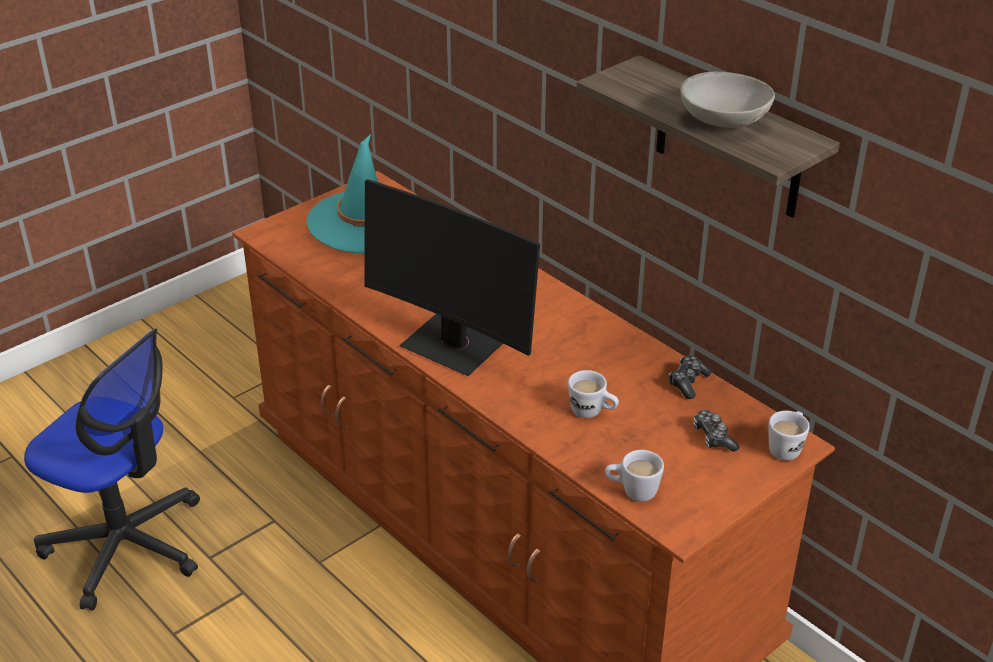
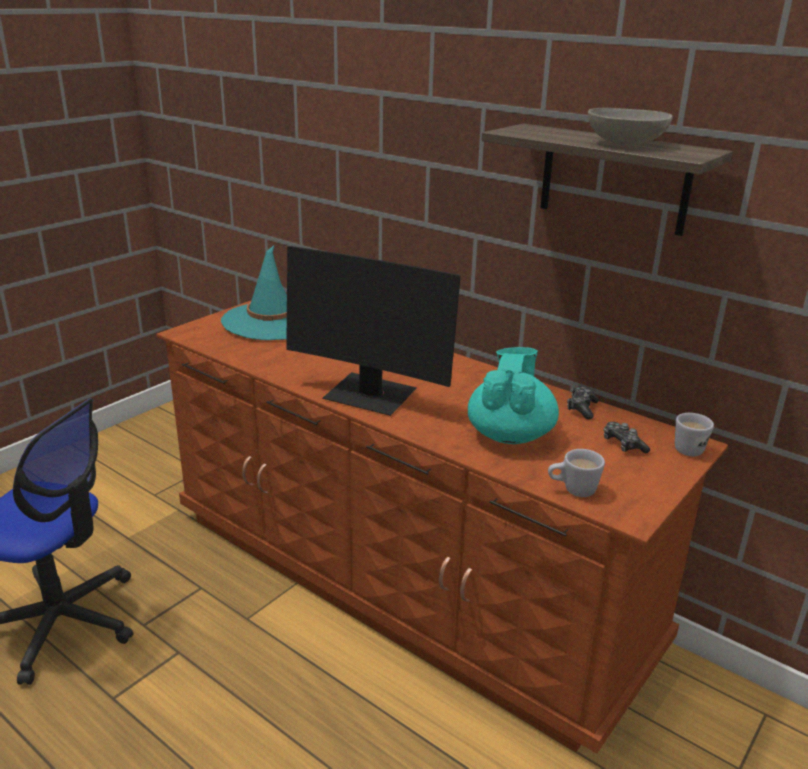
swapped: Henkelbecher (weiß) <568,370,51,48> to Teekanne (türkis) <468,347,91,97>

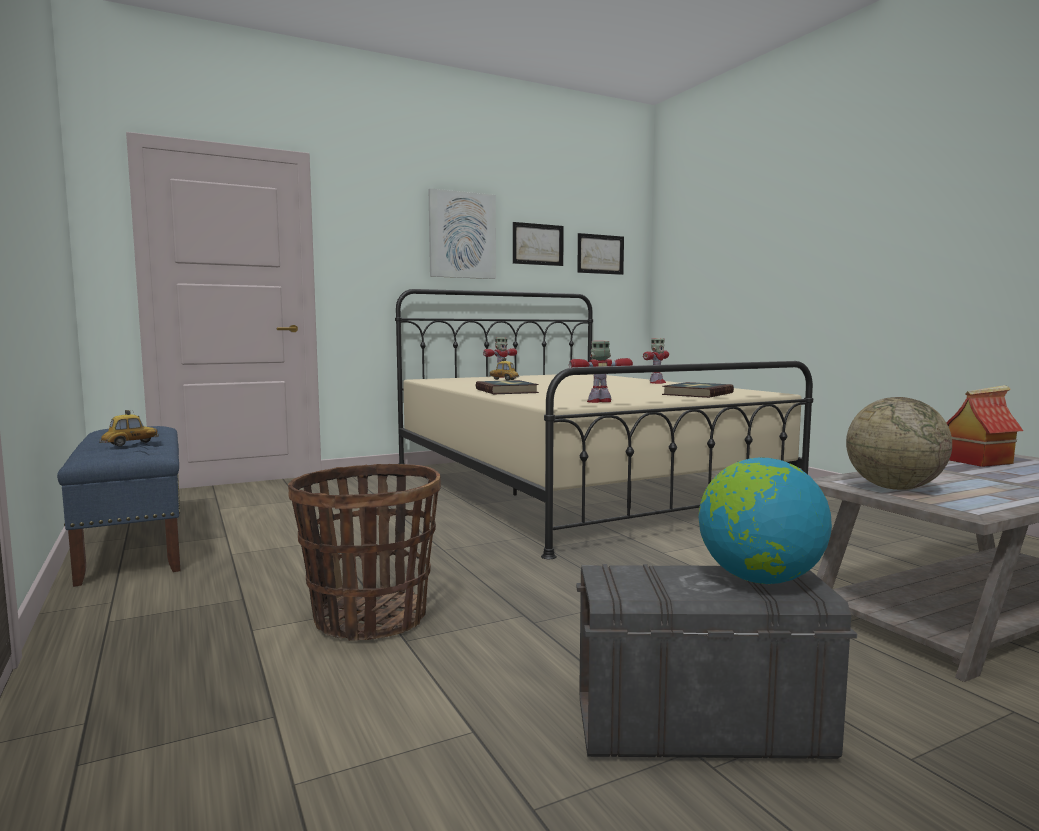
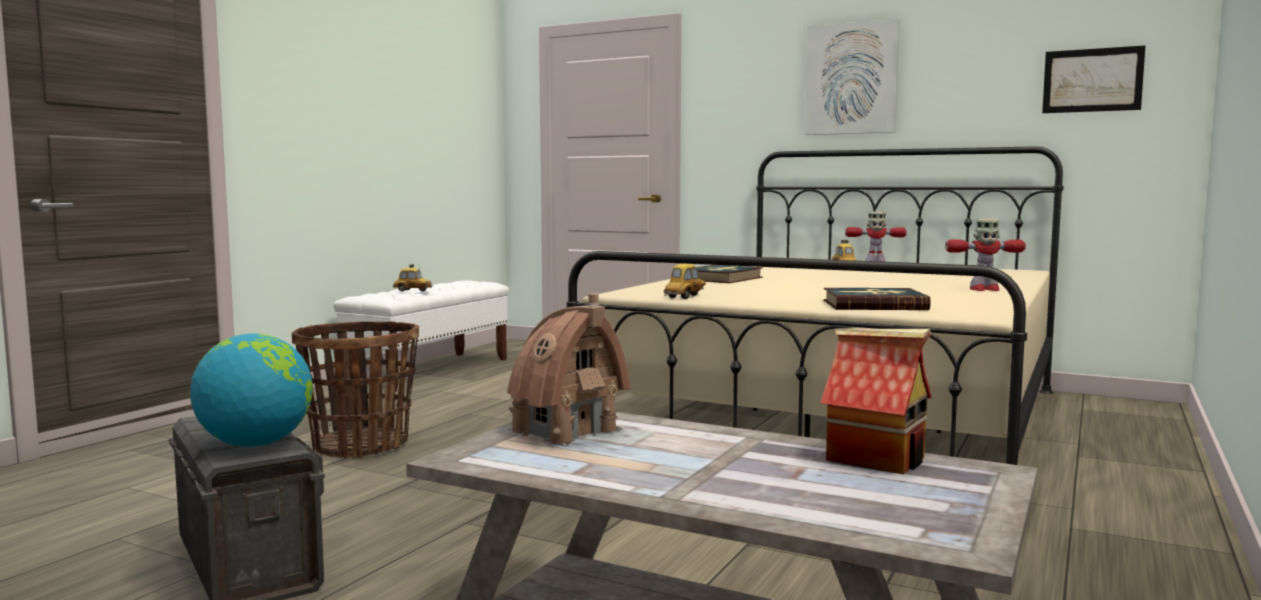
gone: Bild <513,222,51,44>
swapped: Globus <846,397,106,93> to Spielzeughaus <507,293,124,153>; Spielzeugroboter <569,341,64,62> to Spielzeugauto <664,263,42,36>
repainted: Bank (blau) <57,426,124,161> to Bank (weiß) <334,281,175,111>

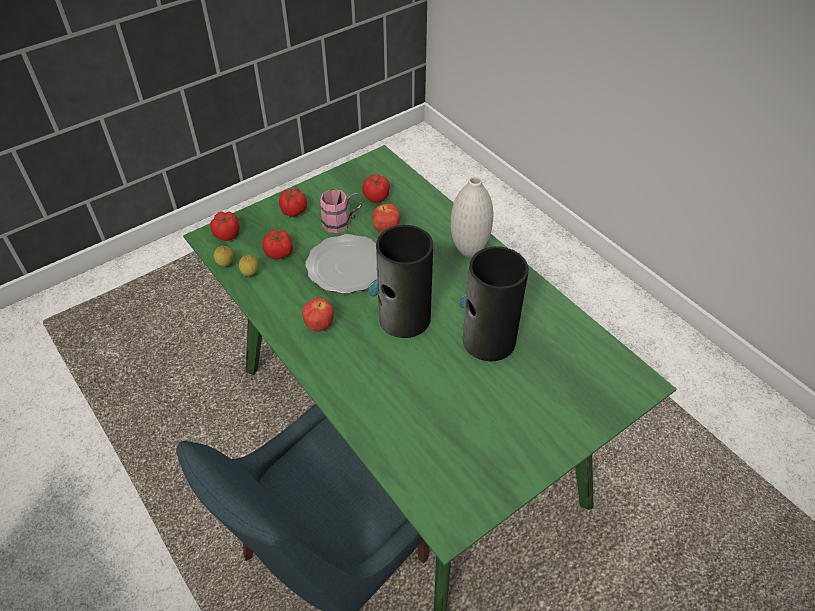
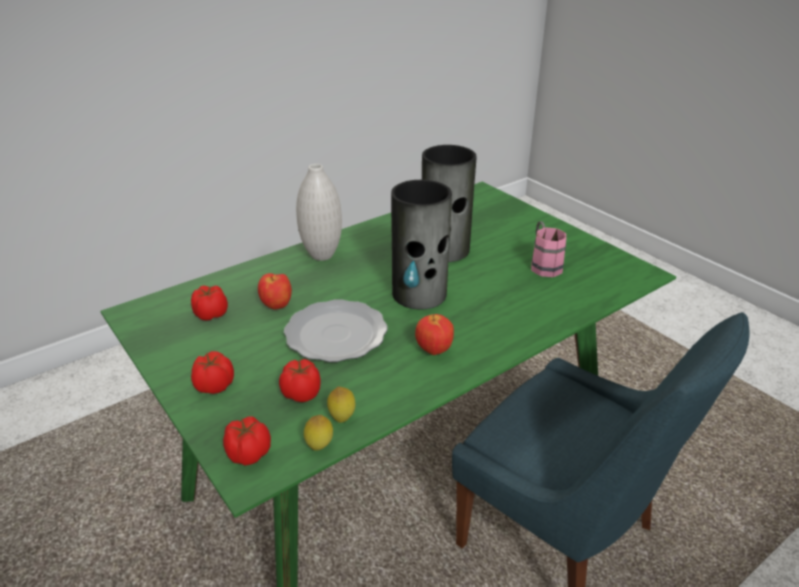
shifted: Henkelbecher (rosa) <320,189,43,44> to <531,221,35,56>

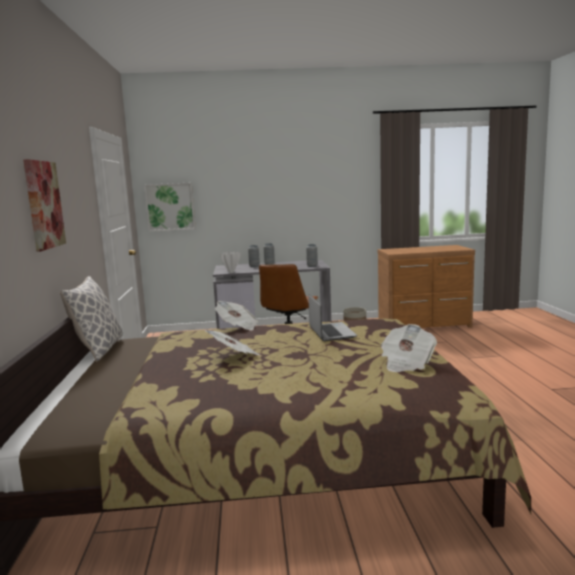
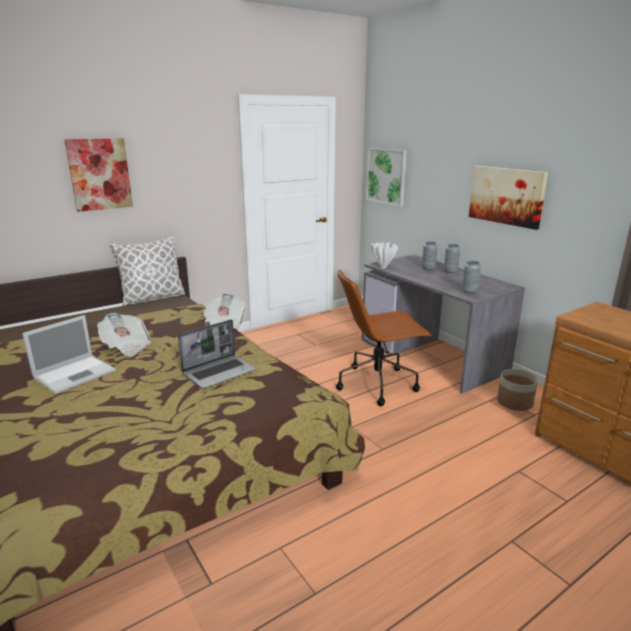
gone: Zeitung <381,324,56,48>
new: Laptop <22,315,94,79>; Bild <469,166,79,64>

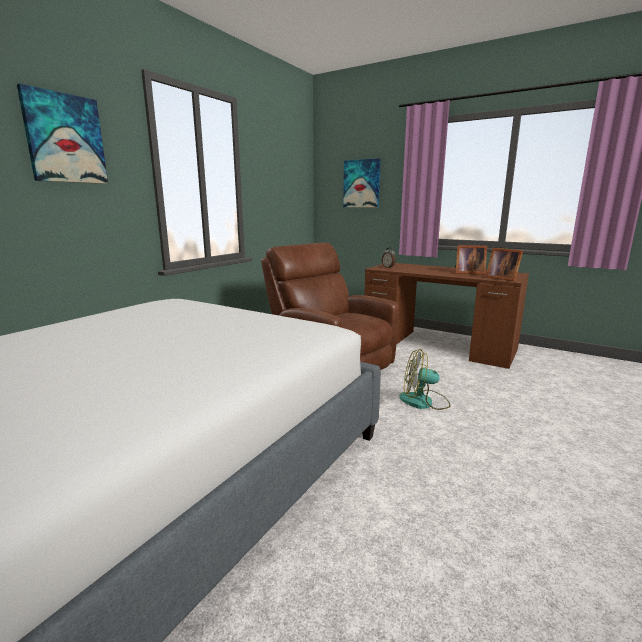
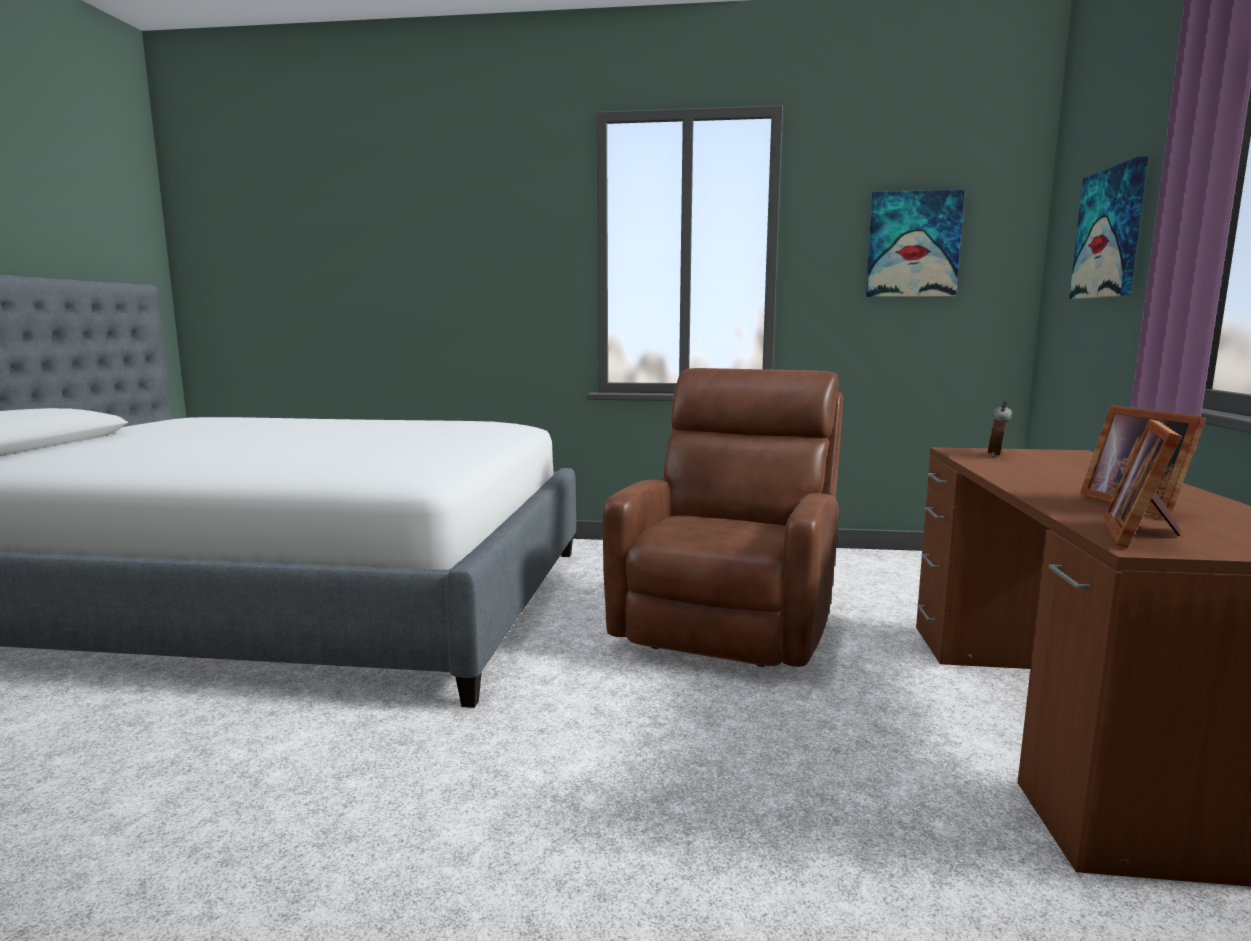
gone: Ventilator <399,349,52,61>
shifted: Bild <17,84,91,100> to <866,190,99,107>

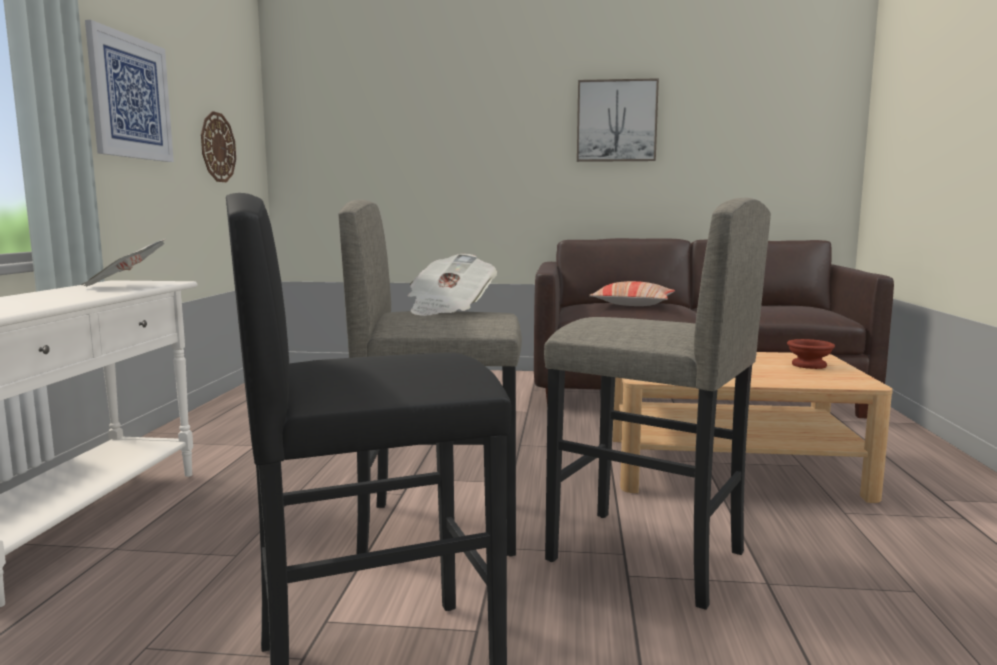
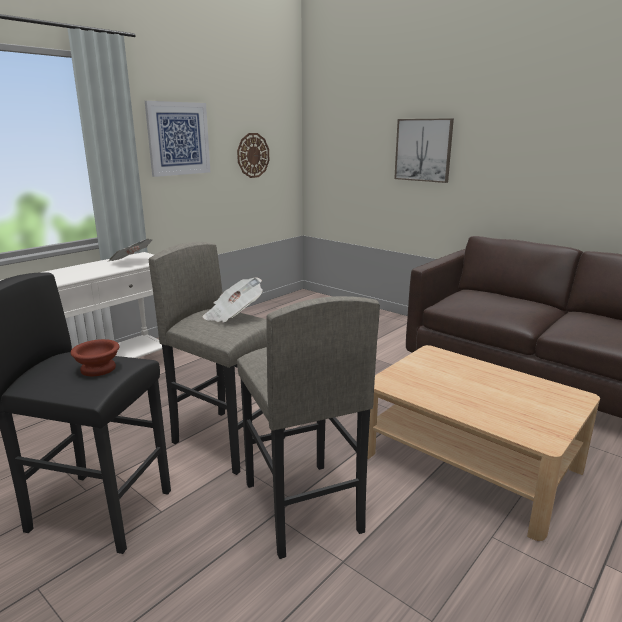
gone: Kissen <589,281,86,25>
shifted: Schüssel (braun) <787,339,48,30> to <71,339,48,37>; Bild <577,78,82,84> to <394,118,60,65>

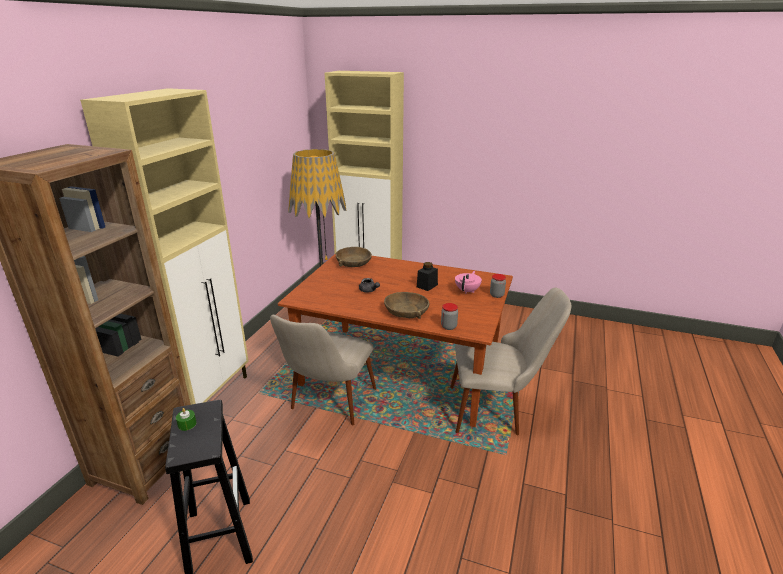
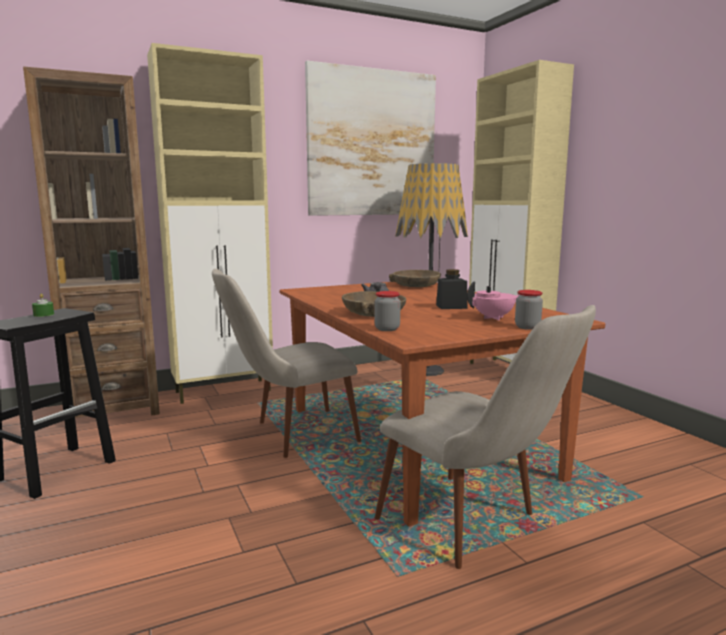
new: Bild <305,61,131,155>

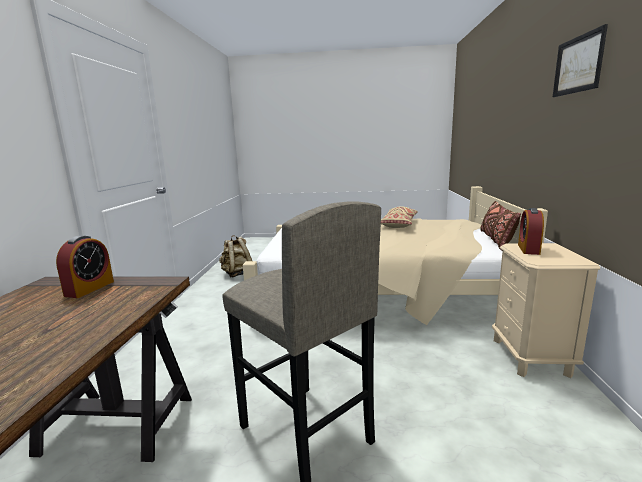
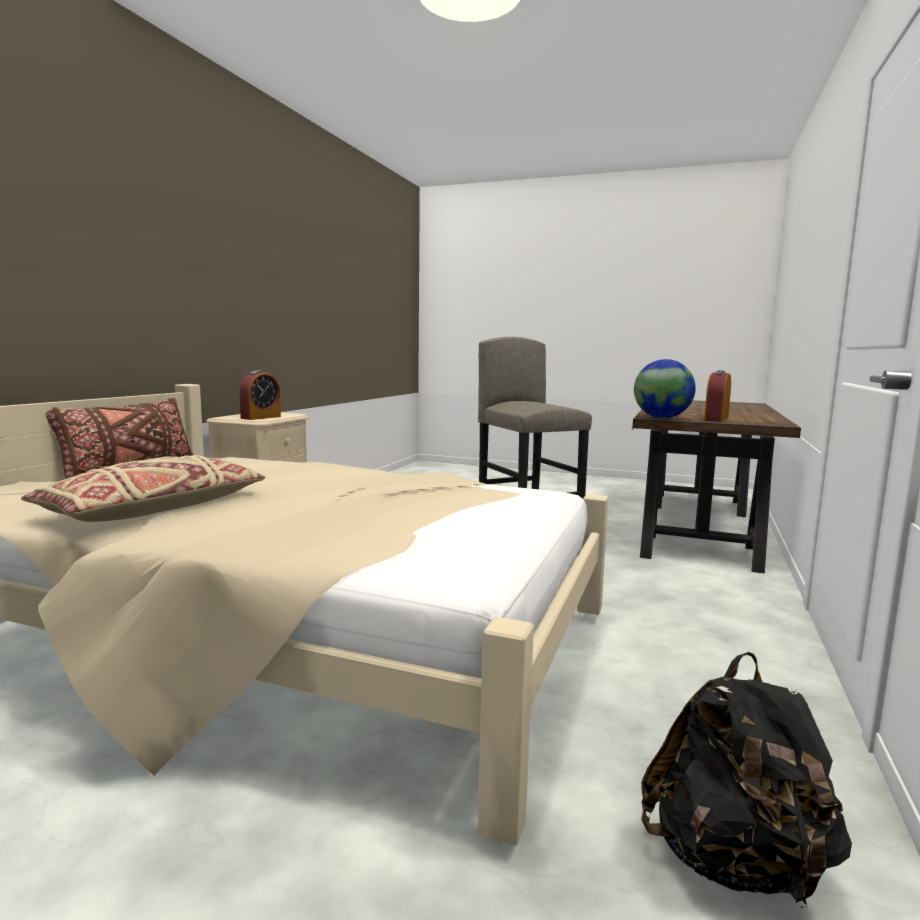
gone: Bild <553,24,55,73>
new: Globus <634,359,62,59>
repainted: Rucksack (beige) <219,235,33,43> to Rucksack (schwarz) <641,652,211,256>

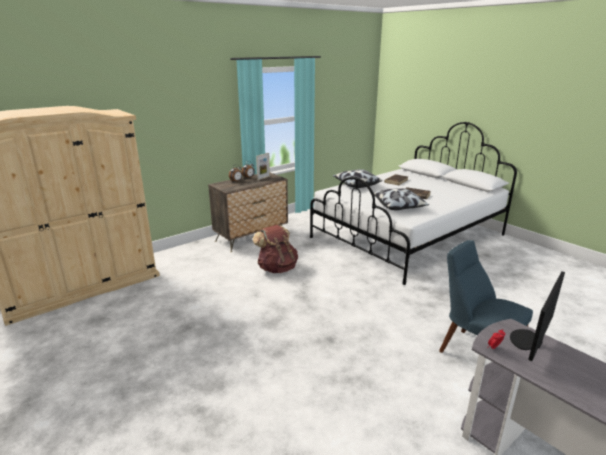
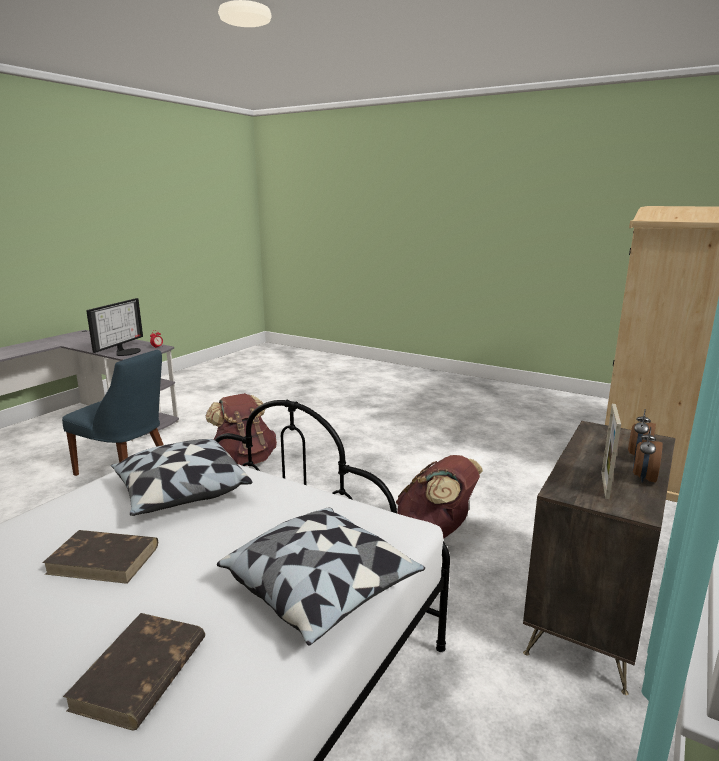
new: Rucksack (braun) <206,393,71,73>

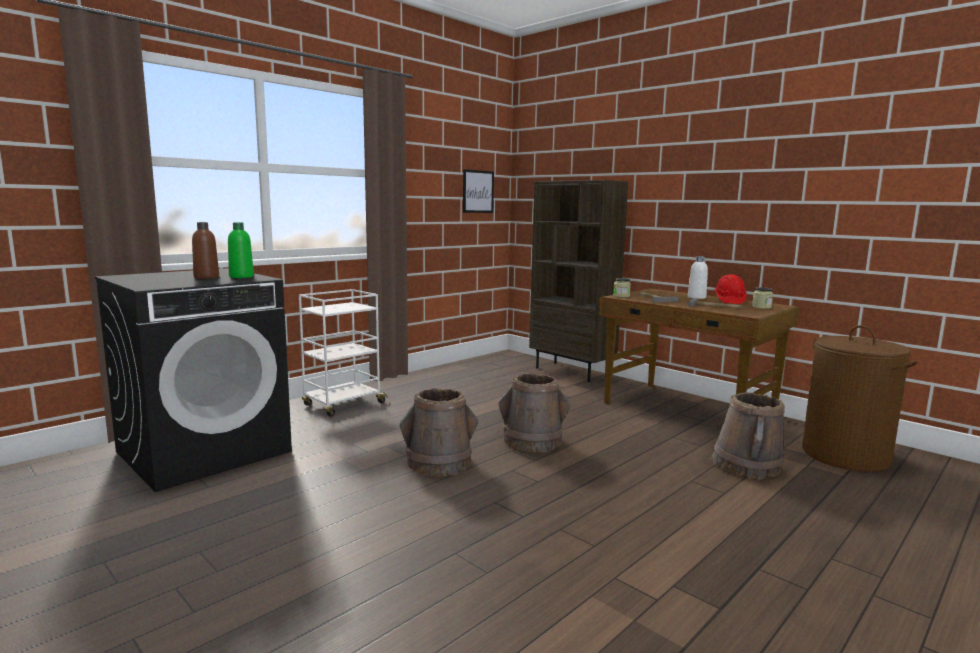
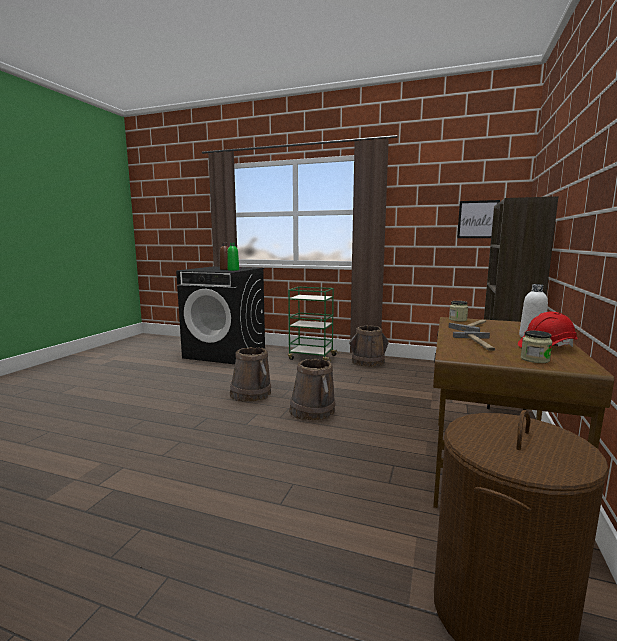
shifted: Eimer (braun) <711,392,74,87> to <349,326,40,41>
repainted: Rollwagen (weiß) <299,289,89,128> to Rollwagen (grün) <288,287,51,75>

